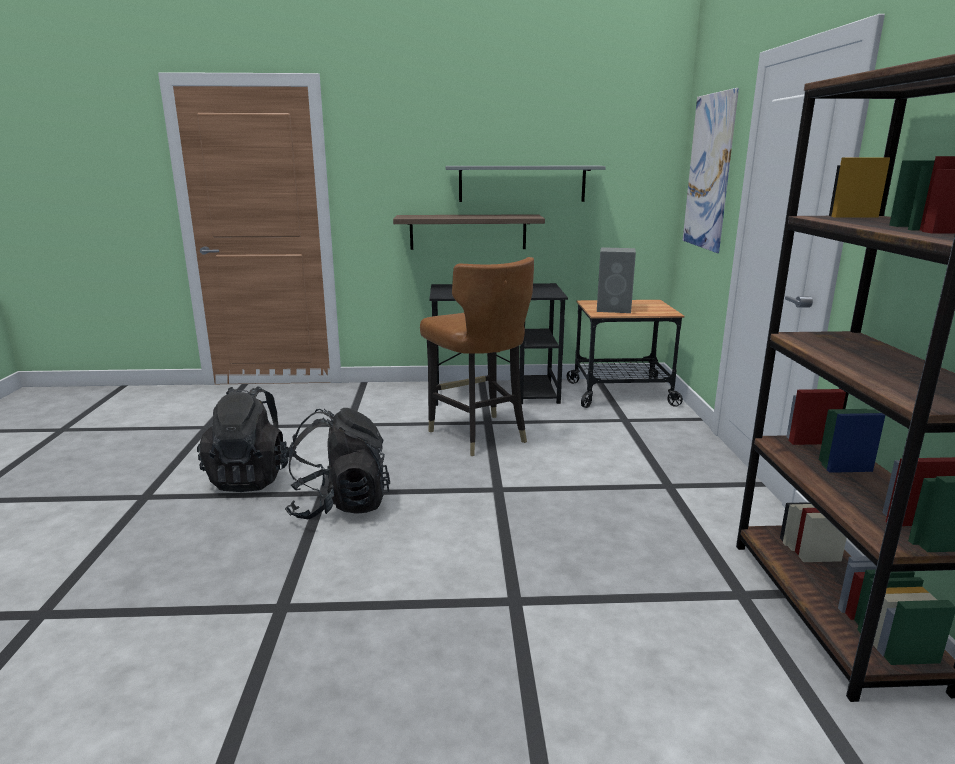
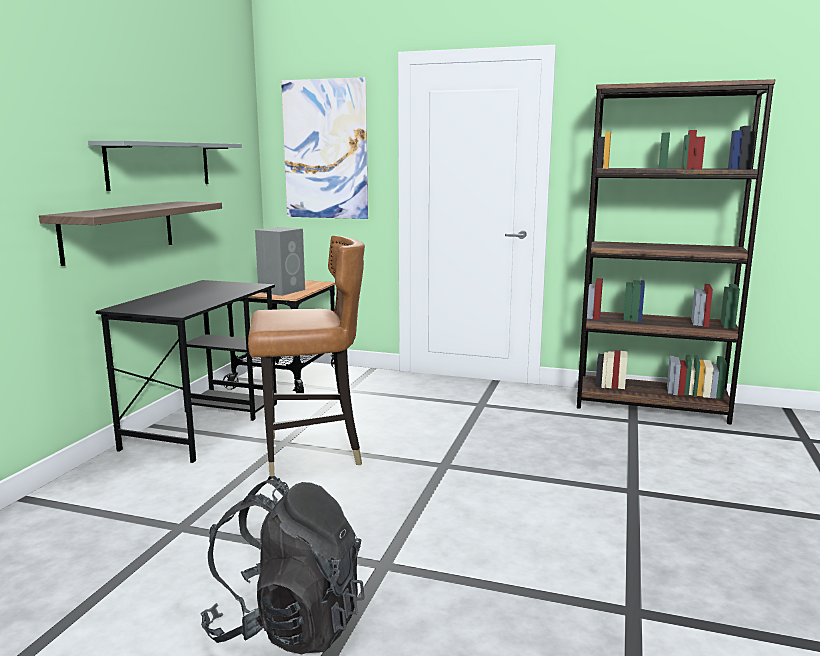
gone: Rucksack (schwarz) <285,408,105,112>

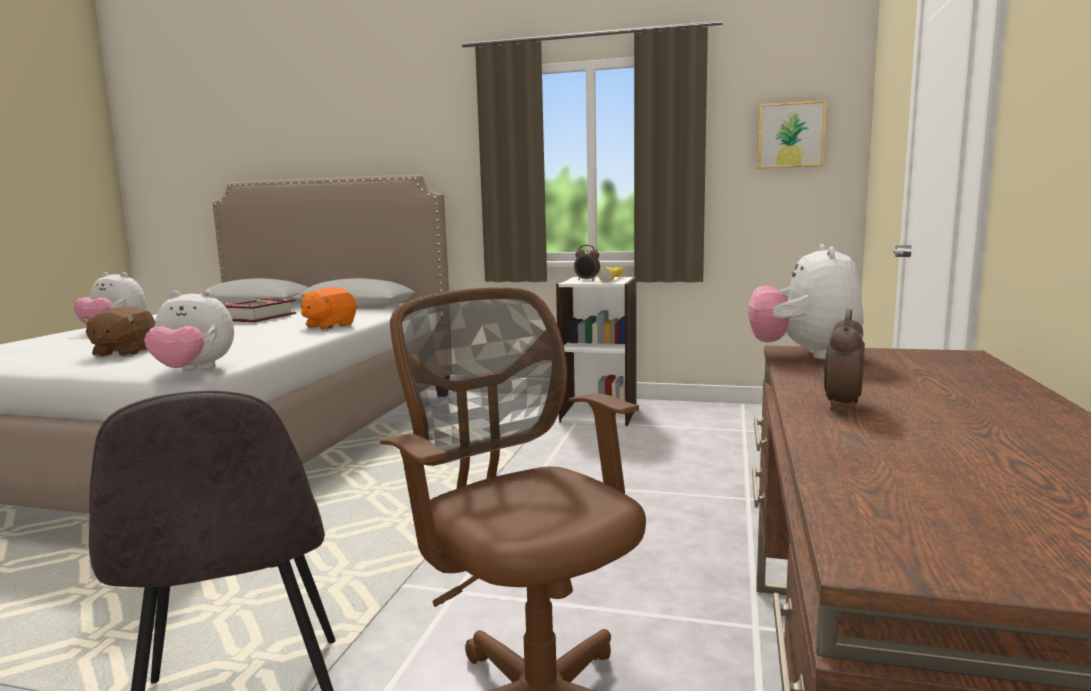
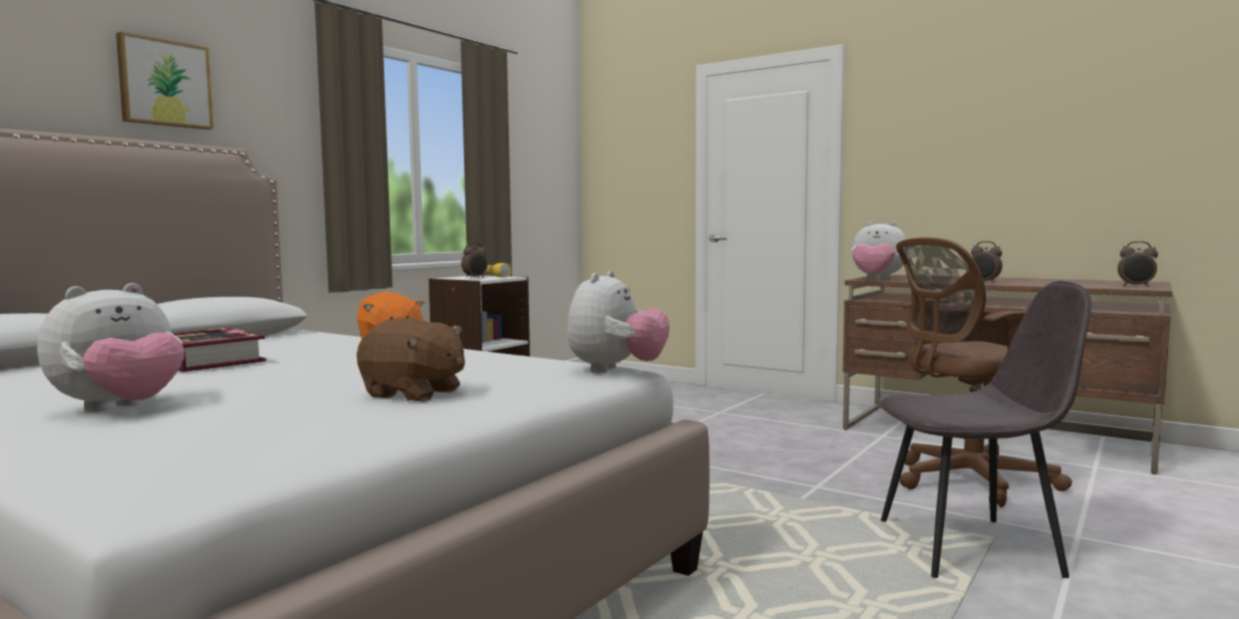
new: Wecker <1118,241,40,46>
shifted: Bild <758,100,69,69> to <116,32,98,98>

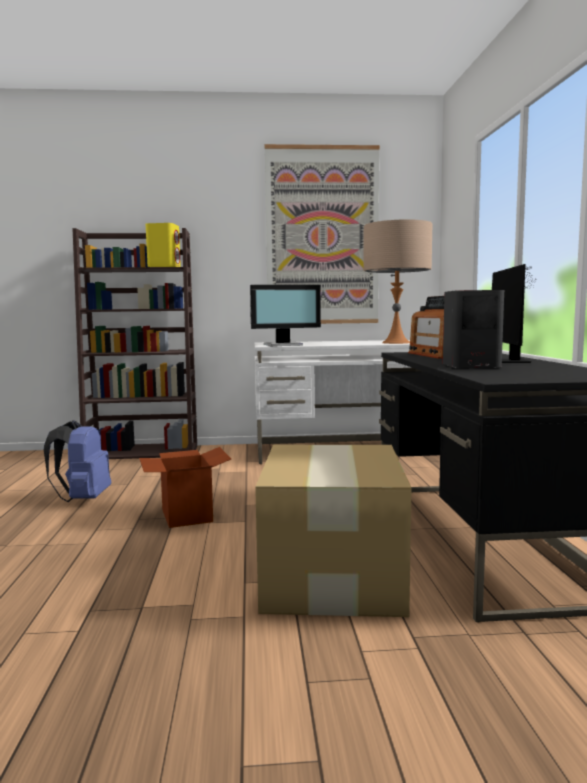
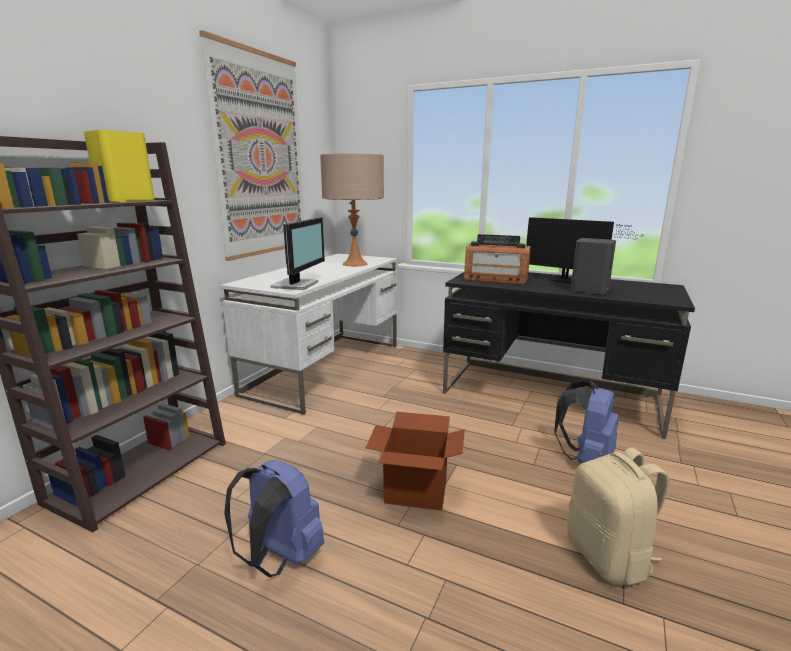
new: Rucksack (beige) <567,448,102,137>
swapped: Karton <255,445,156,172> to Rucksack (blau) <554,379,65,84>

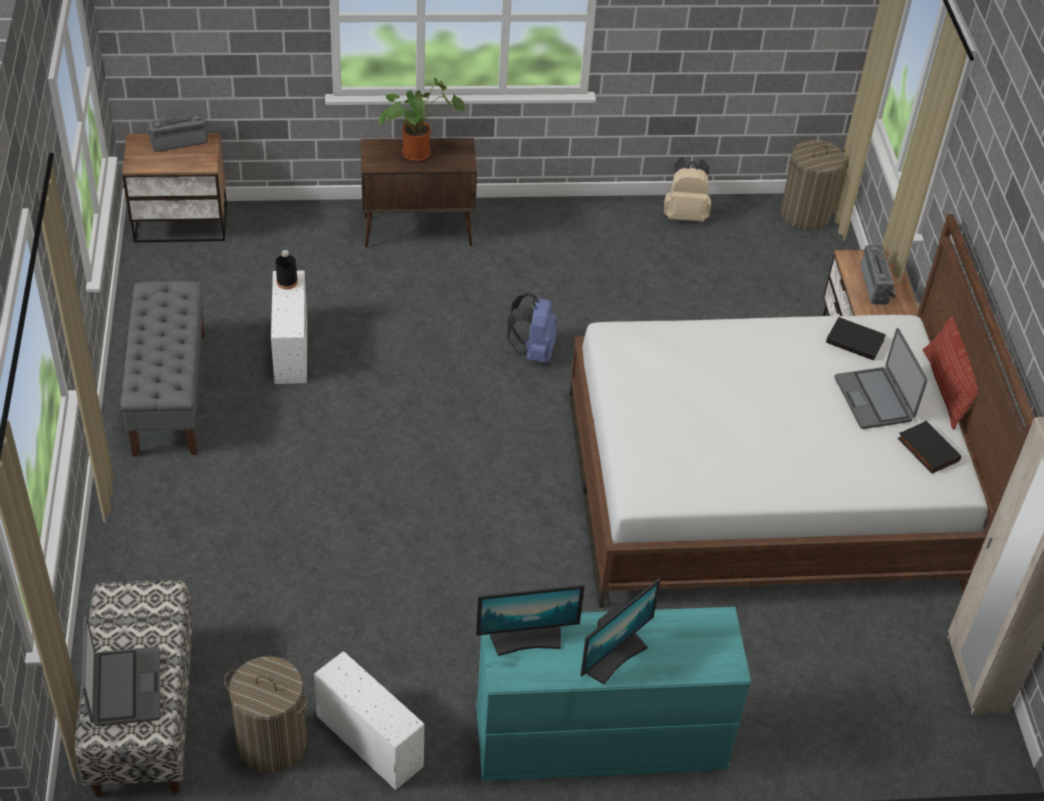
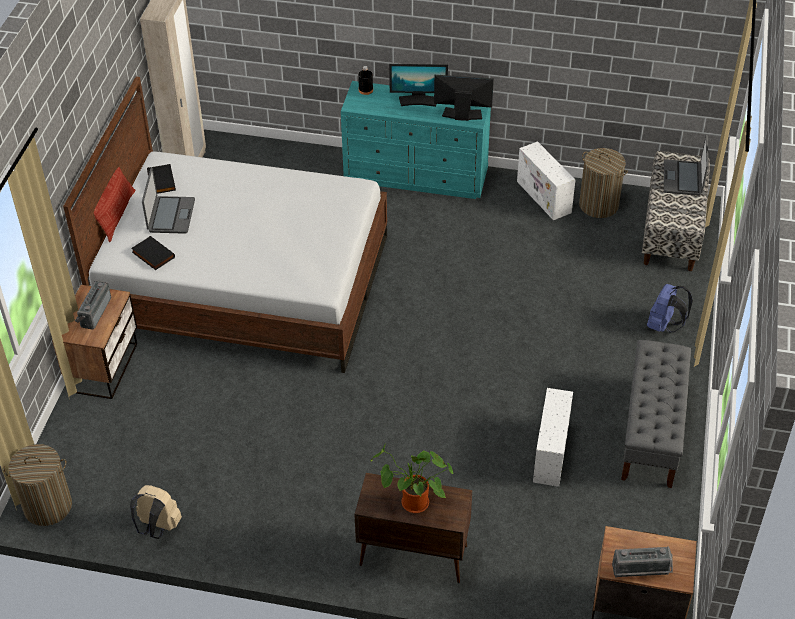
shifted: Flasche (schwarz) <276,250,22,40> to <358,66,15,29>; Rucksack (blau) <507,293,50,70> to <647,284,46,49>
rotated: Monitor <581,579,79,105> = <389,64,59,43> 150 degrees counterclockwise

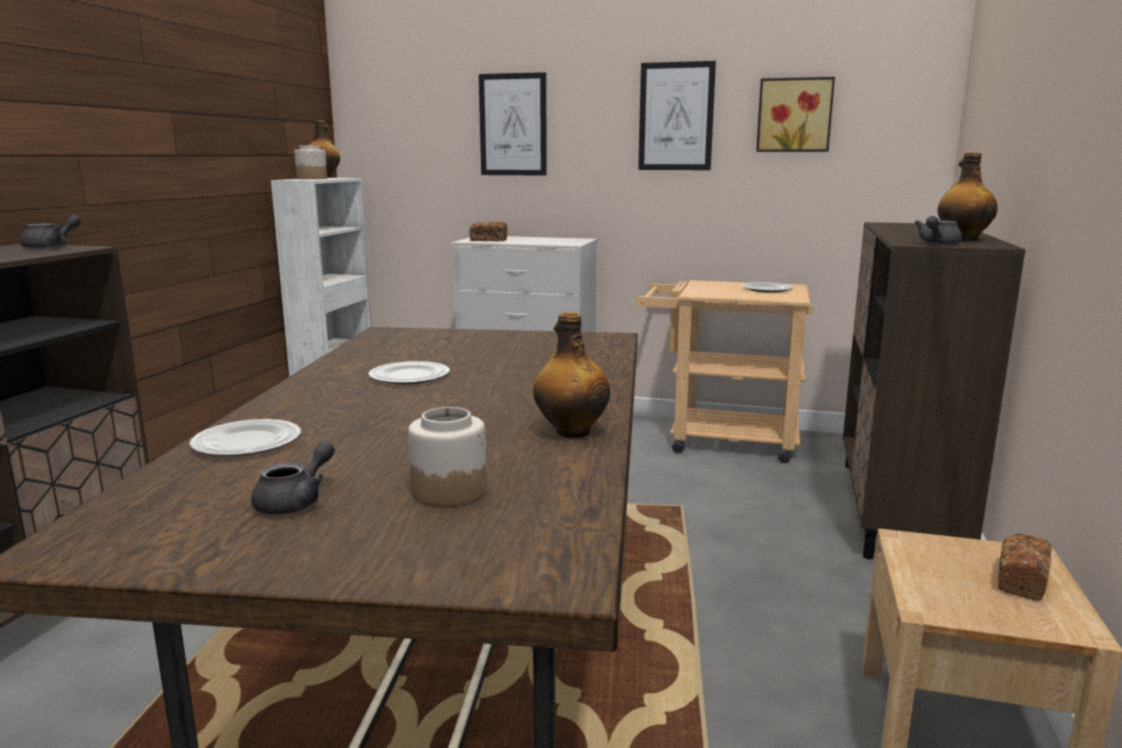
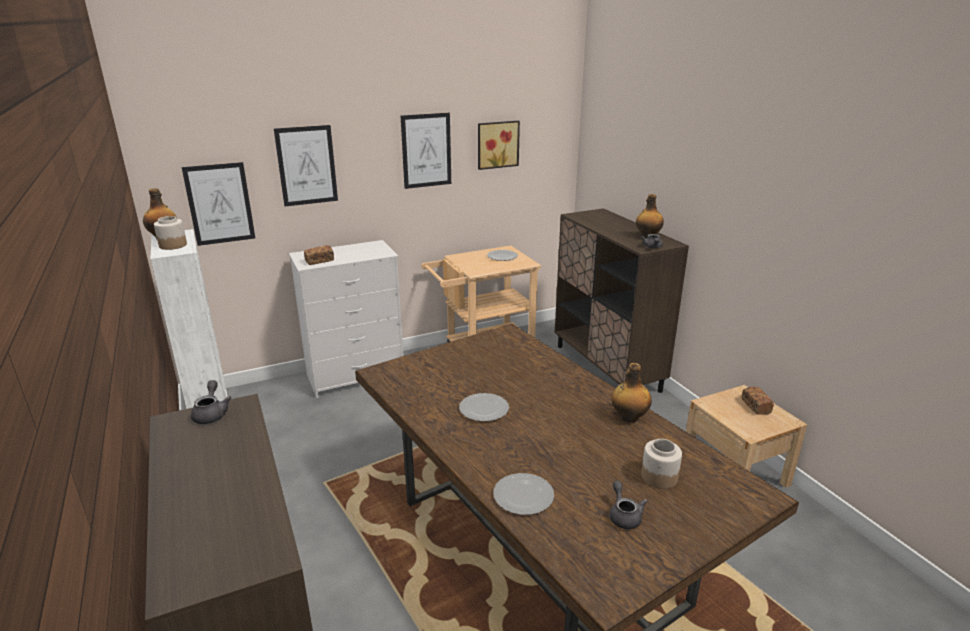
new: Bild <182,162,73,84>

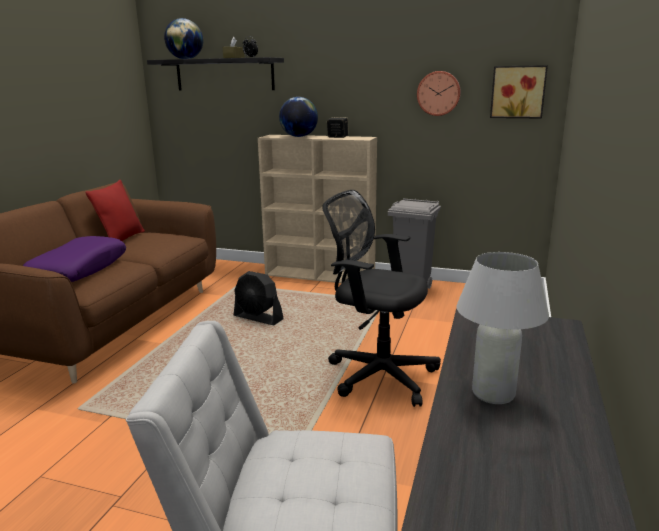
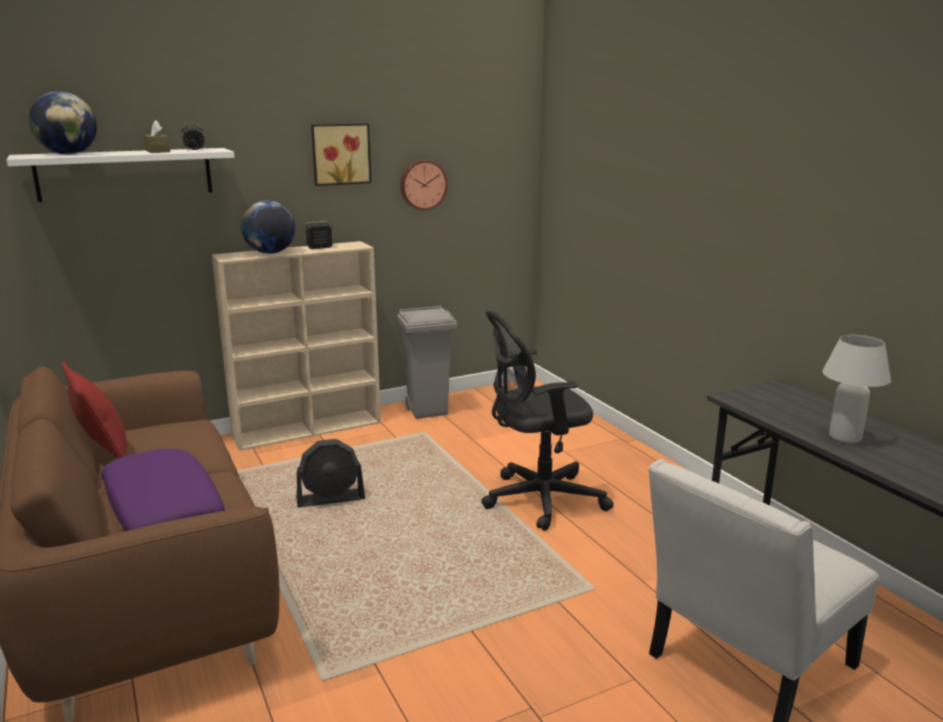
shifted: Bild <490,65,58,54> to <311,123,61,63>
repainted: Wandregal (schwarz) <147,57,137,34> to Wandregal (weiß) <7,148,228,54>

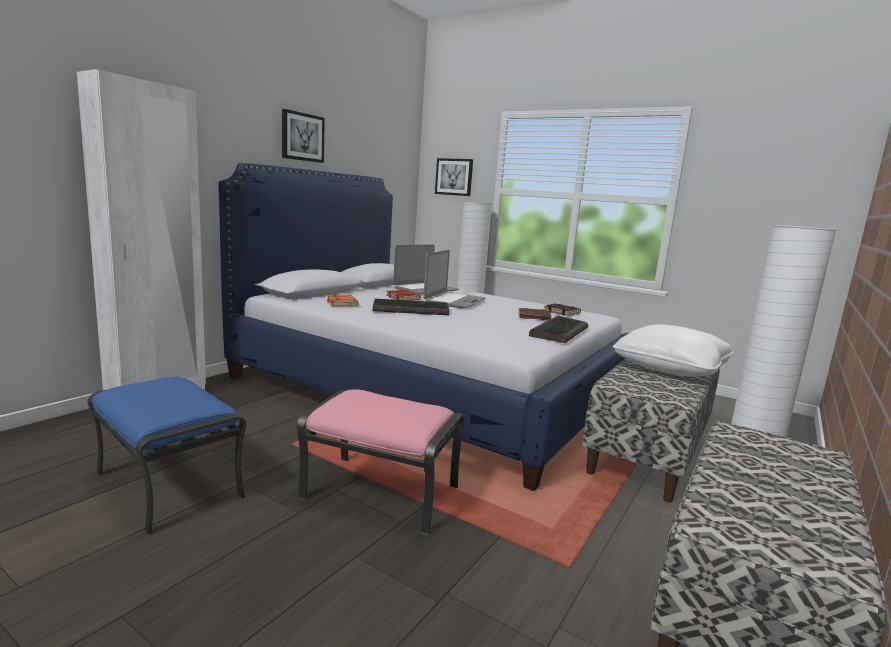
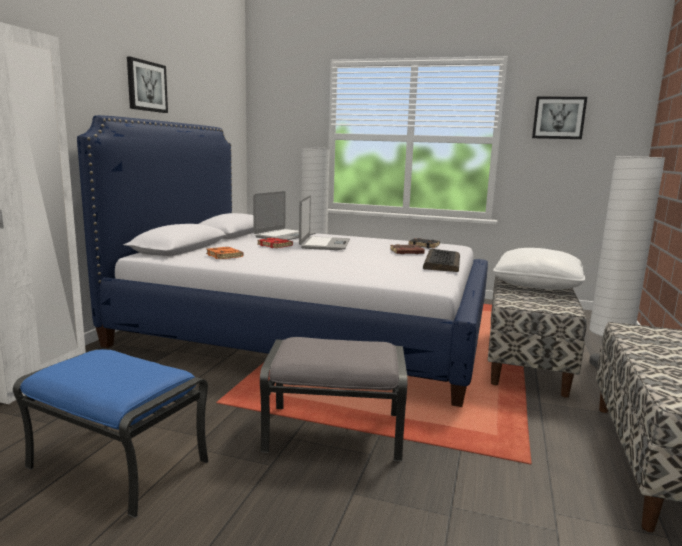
gone: Tastatur <373,299,76,16>
shifted: Bild <435,158,38,38> to <532,97,55,42>
repainted: Polsterhocker (rosa) <297,389,167,146> to Polsterhocker (grau) <260,337,147,124>

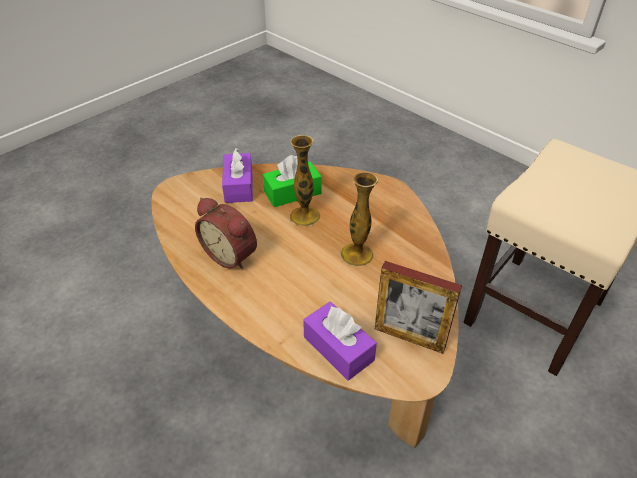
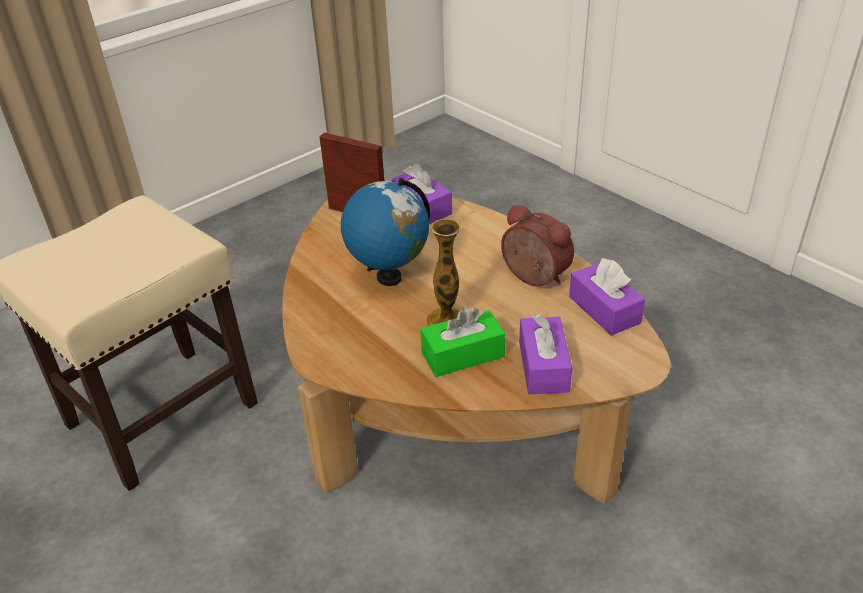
new: Taschentuchbox (lila) <569,258,76,78>
swapped: Vase <340,172,38,94> to Globus <341,178,89,108>

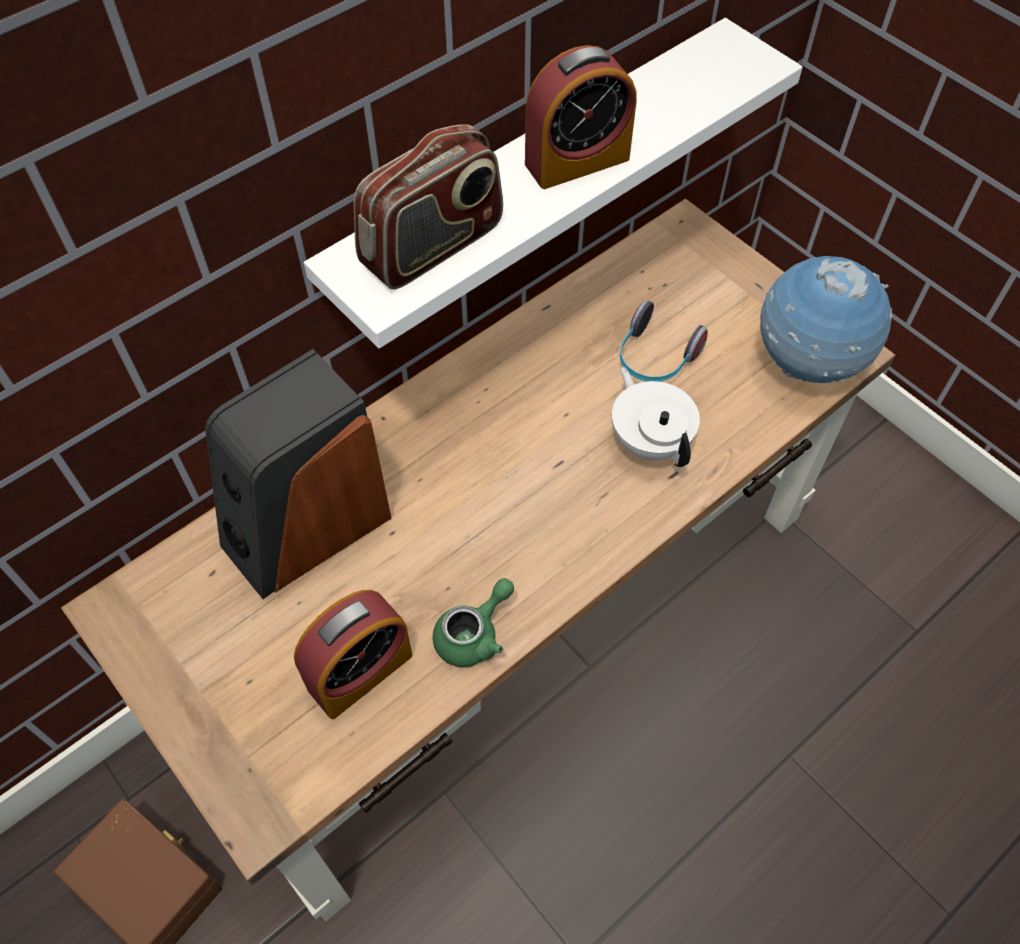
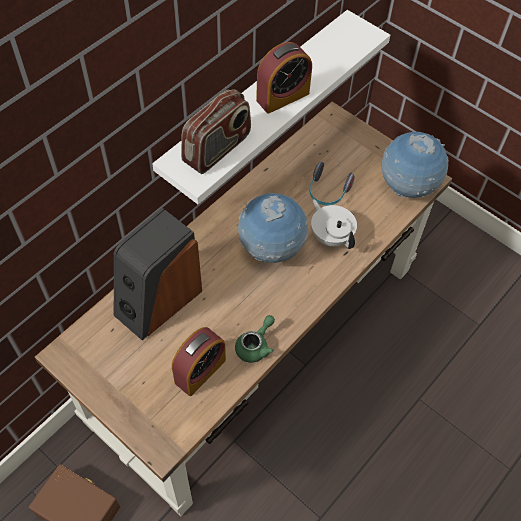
new: Globus <238,193,70,70>

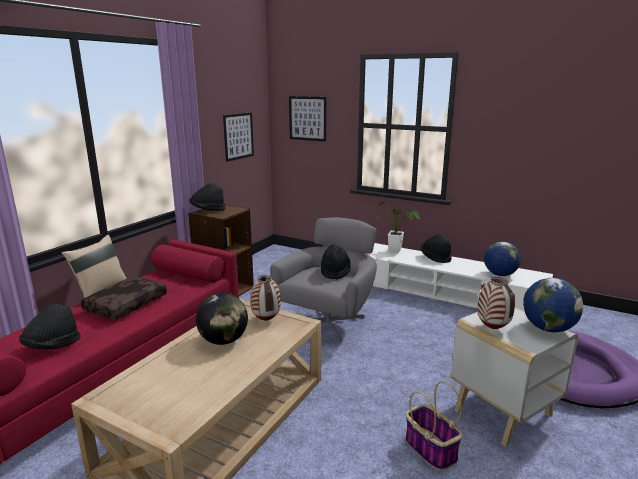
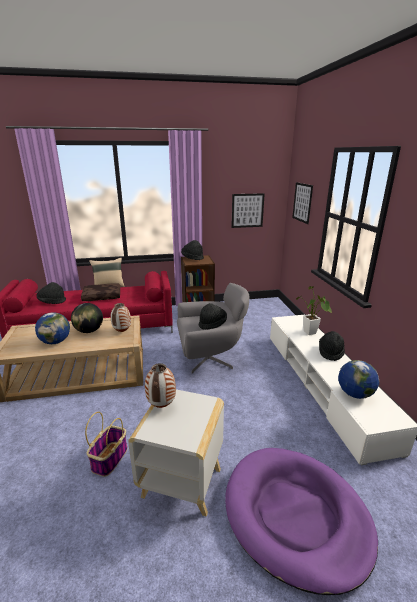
shifted: Globus <523,278,60,54> to <35,312,35,32>

